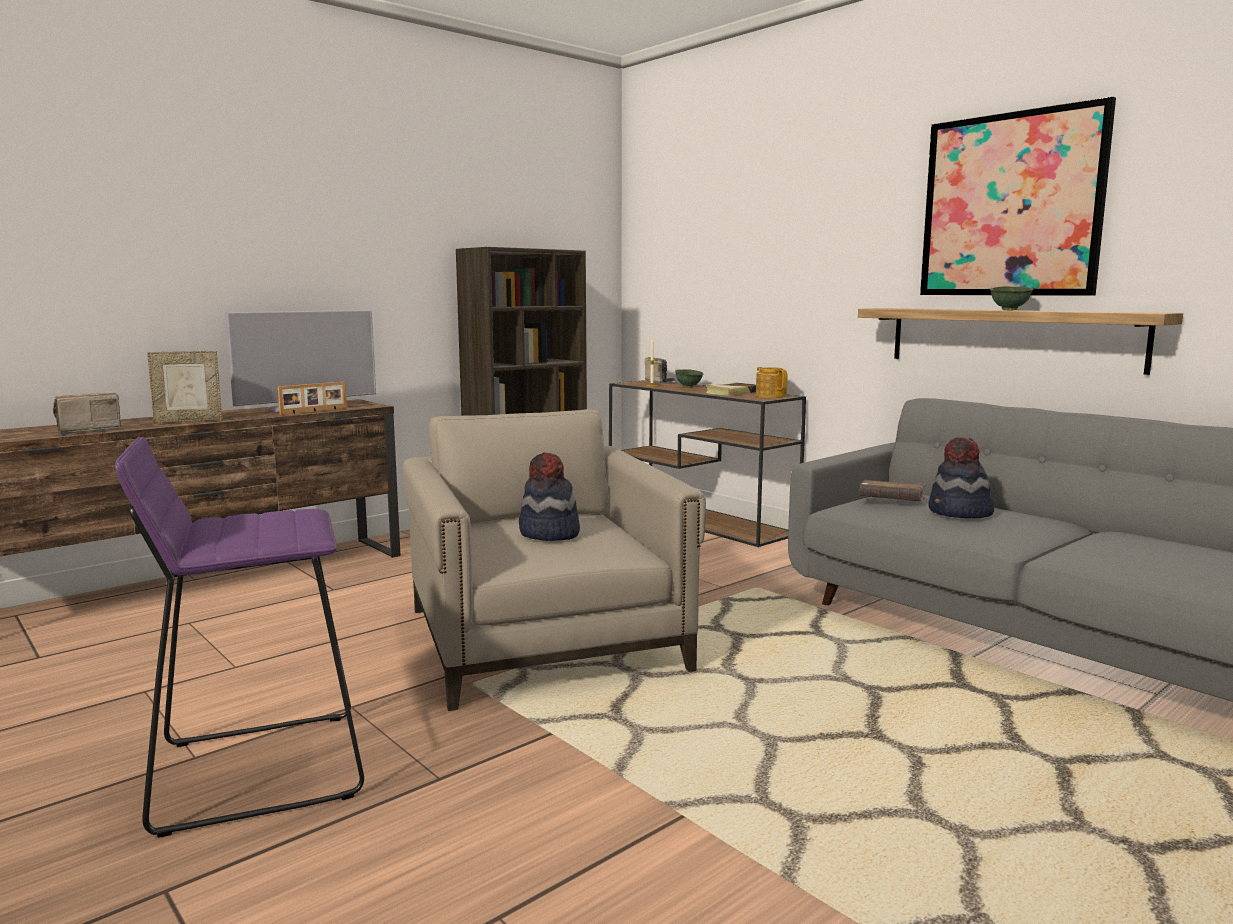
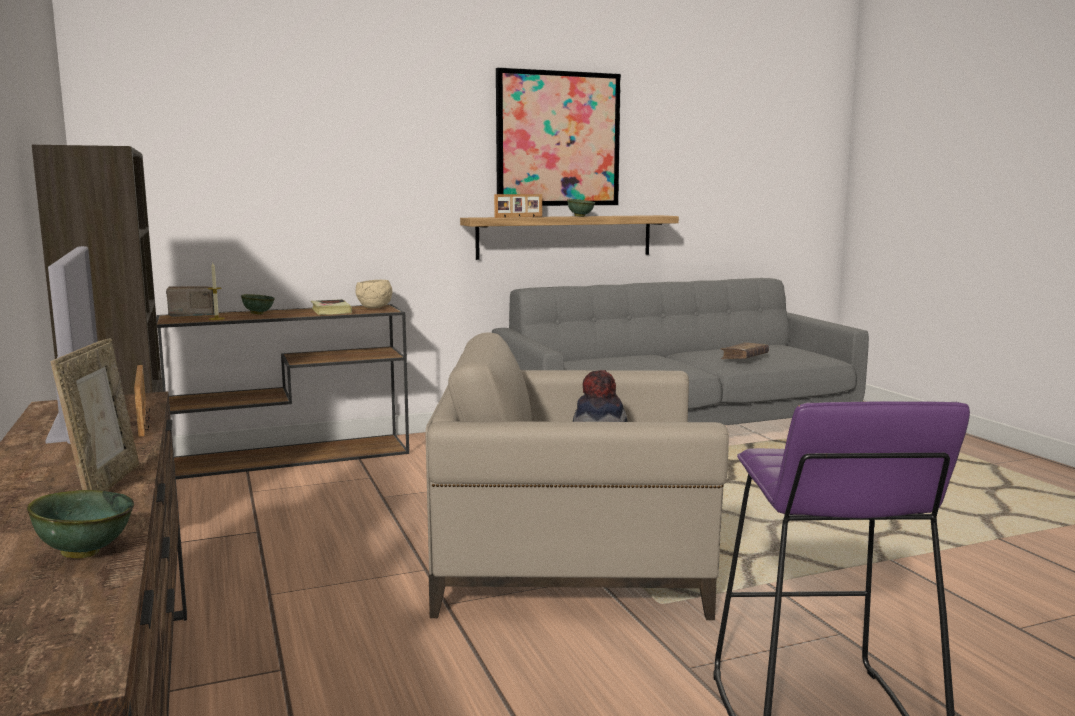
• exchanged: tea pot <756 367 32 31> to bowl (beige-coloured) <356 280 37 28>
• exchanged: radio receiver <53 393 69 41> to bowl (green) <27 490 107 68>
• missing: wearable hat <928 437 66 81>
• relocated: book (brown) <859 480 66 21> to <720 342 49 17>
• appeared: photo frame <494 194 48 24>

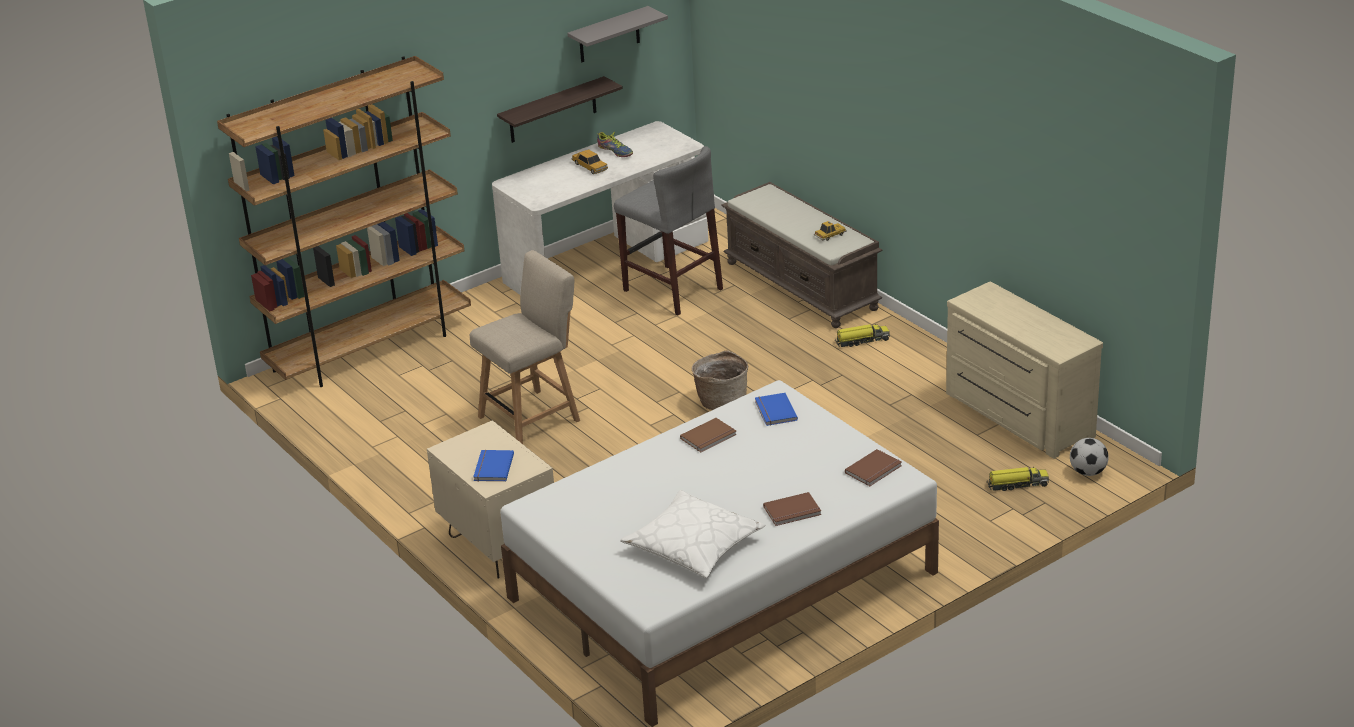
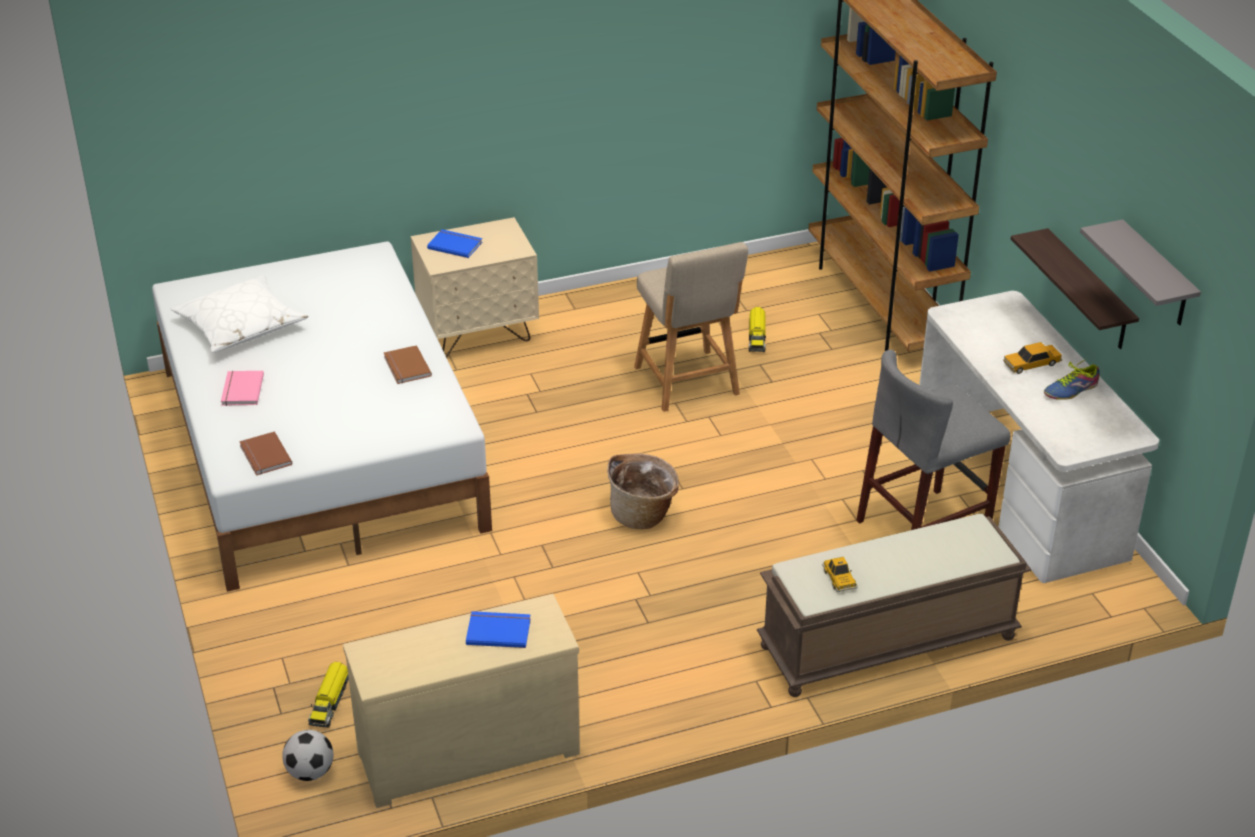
• relocated: model truck <835 324 55 23> to <748 307 18 45>
• relocated: book (bluish) <755 393 43 33> to <466 611 65 37>
• colour: book (brown) <763 492 58 34> to book (pink) <221 371 43 35>

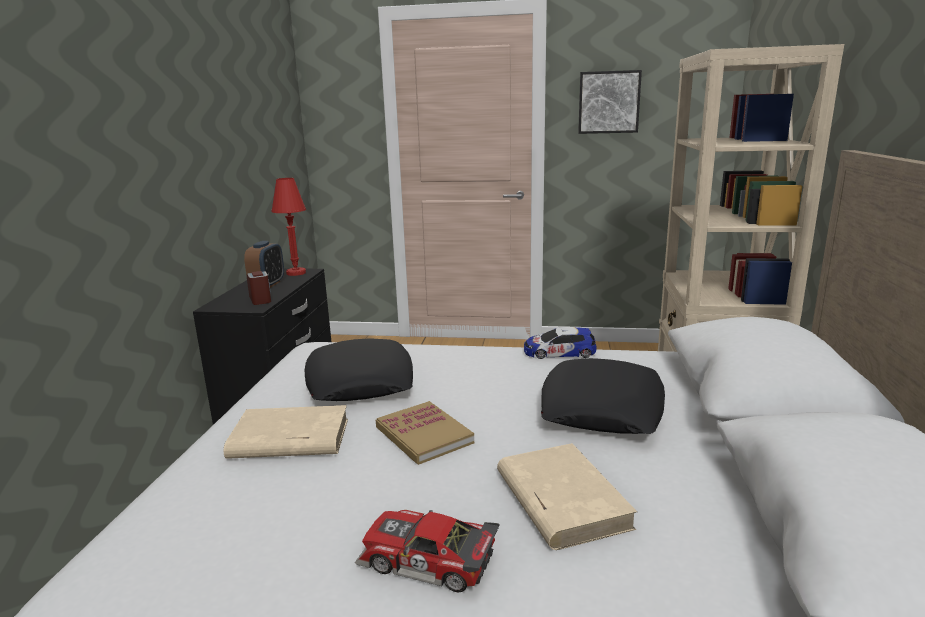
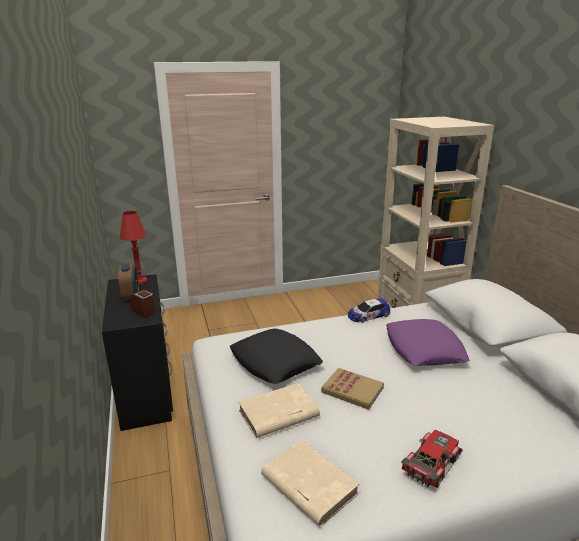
• missing: wall art <578 70 64 64>
• colour: pillow (black) <541 358 124 76> to pillow (purple-coloured) <386 319 84 47>
• relocated: book (beige-coloured) <497 443 140 107> to <261 440 98 87>
• spun: model car <355 510 144 82> = <401 430 62 58> 135 degrees clockwise

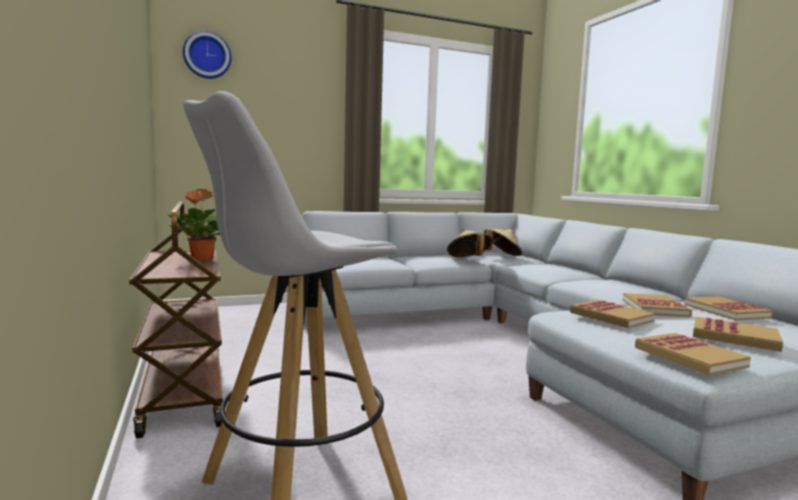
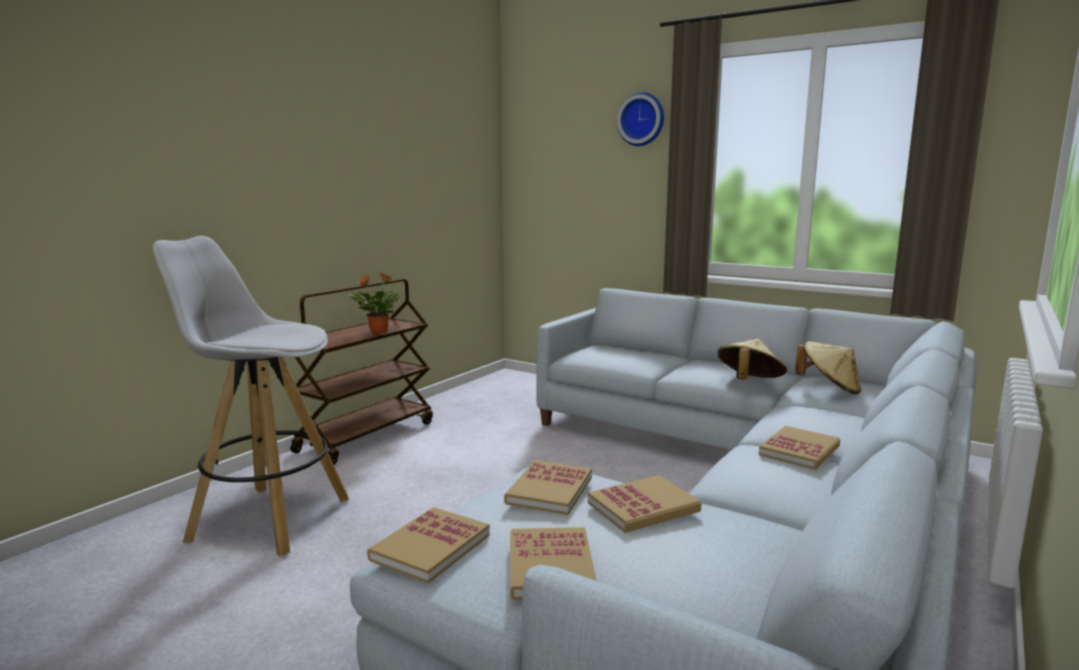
• relocated: wall clock <183 31 48 48> to <617 92 47 54>
• relocated: book <684 296 89 25> to <759 426 81 44>

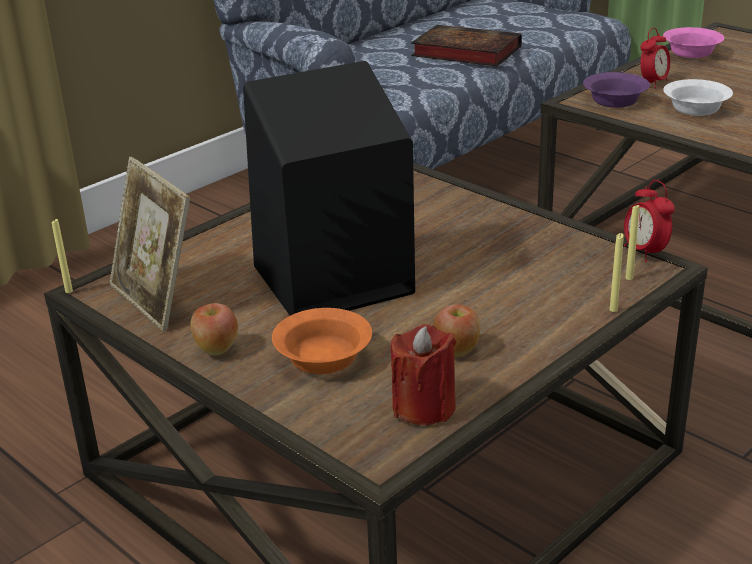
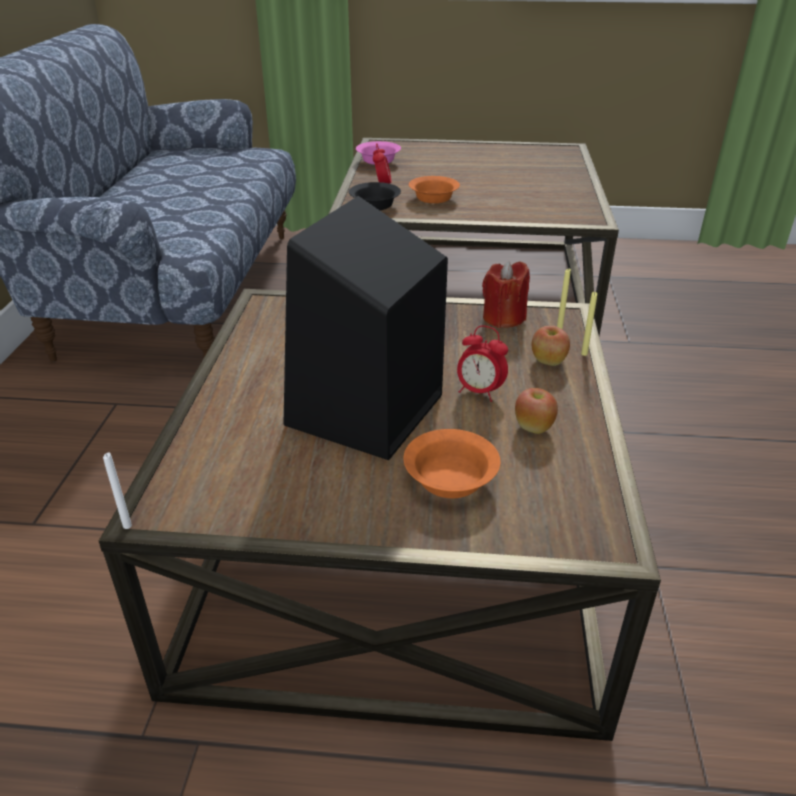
• missing: book <411 25 111 41>
• colour: bowl (purple-coloured) <583 72 67 36> to bowl (black) <349 182 52 28>
• colour: bowl (whitish) <663 79 70 37> to bowl (orange-coloured) <409 176 51 28>
• missing: photo frame <109 157 81 174>
• relocated: bedside clock <624 180 51 82> to <457 326 51 76>
• colour: wax candle (yellow) <52 219 21 74> to wax candle (whitish) <103 452 29 77>
• relocated: apple fruit <190 303 48 52> to <532 326 38 40>
• relocated: wax candle (reddish) <391 324 65 101> to <482 261 48 67>

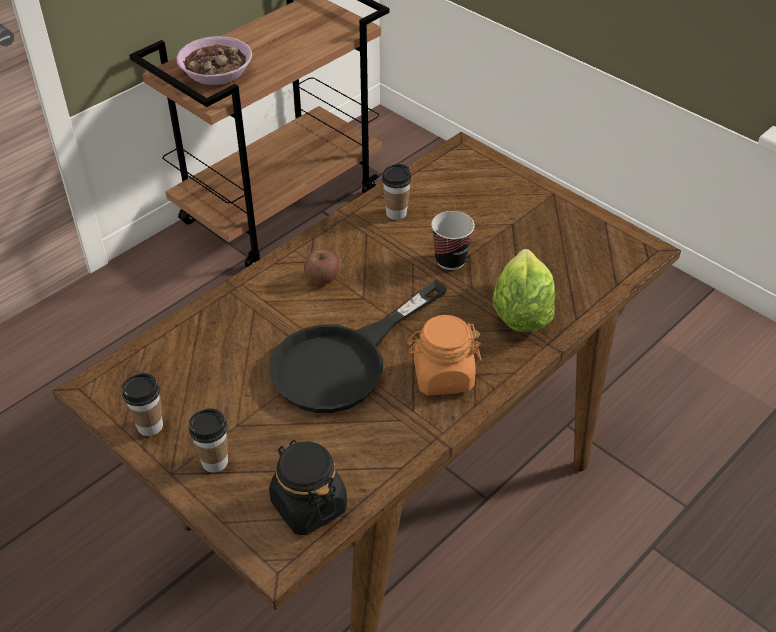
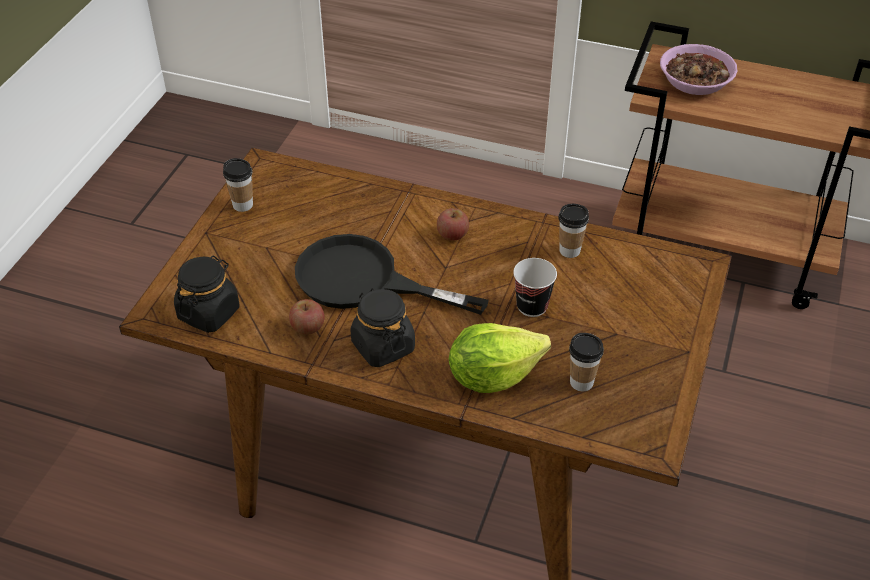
• colour: storage jar (orange-coloured) <407 315 75 80> to storage jar (black) <350 288 65 79>
• relocated: small cup <189 408 39 65> to <569 333 35 58>
• appeared: apple fruit <289 299 35 36>

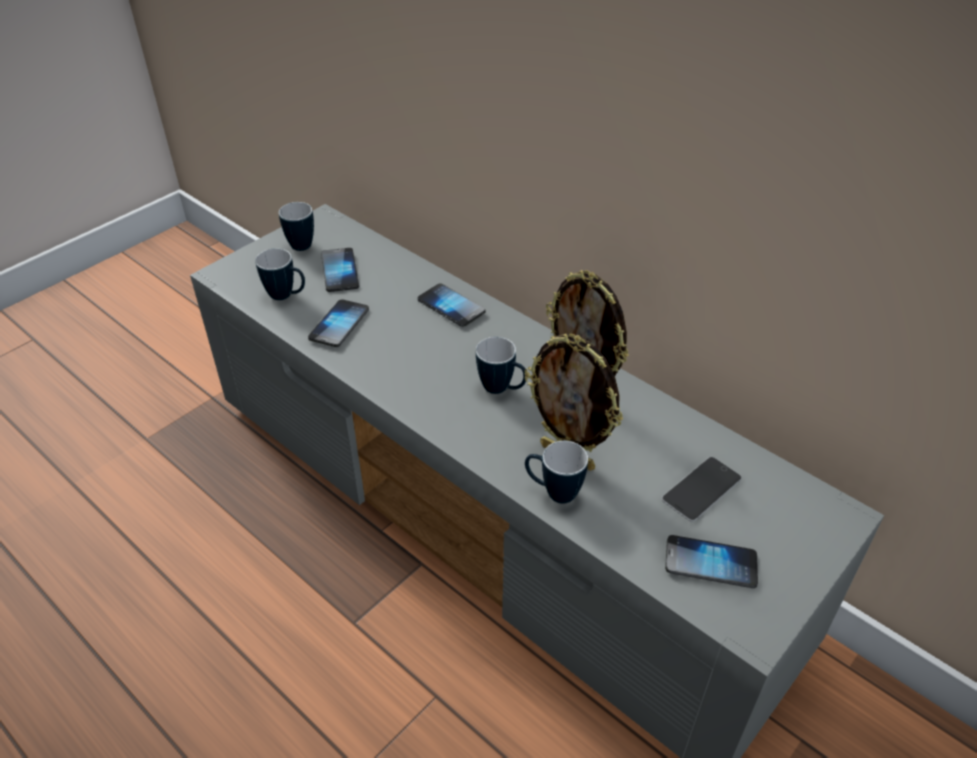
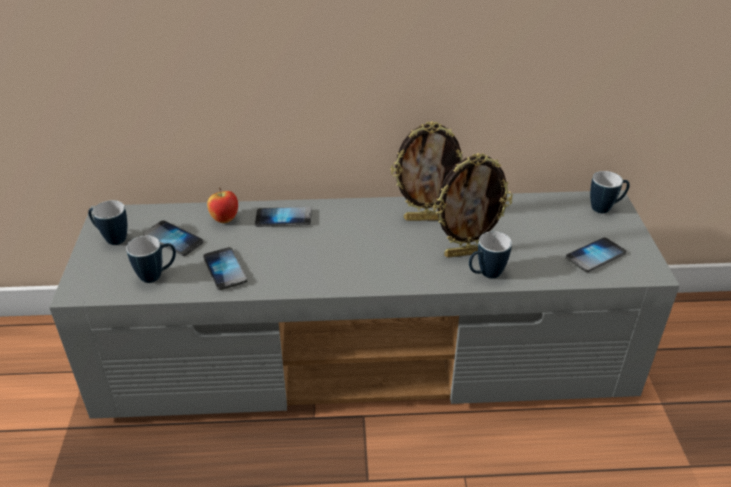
• relocated: mug <476 337 50 57> to <590 171 40 42>
• missing: handset <662 457 80 65>
• appeared: apple fruit <207 187 31 36>

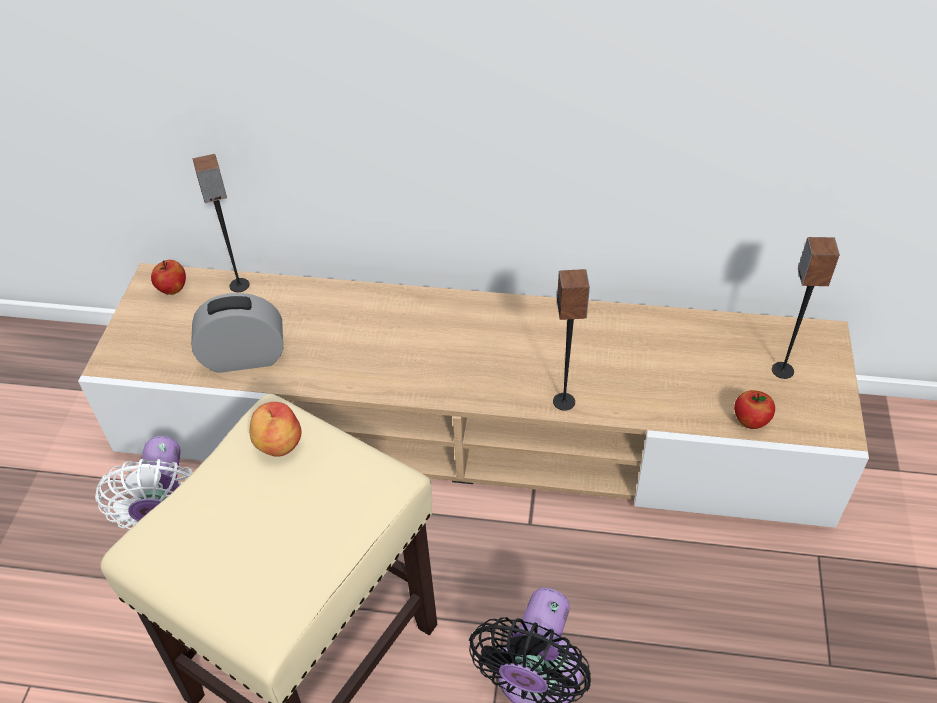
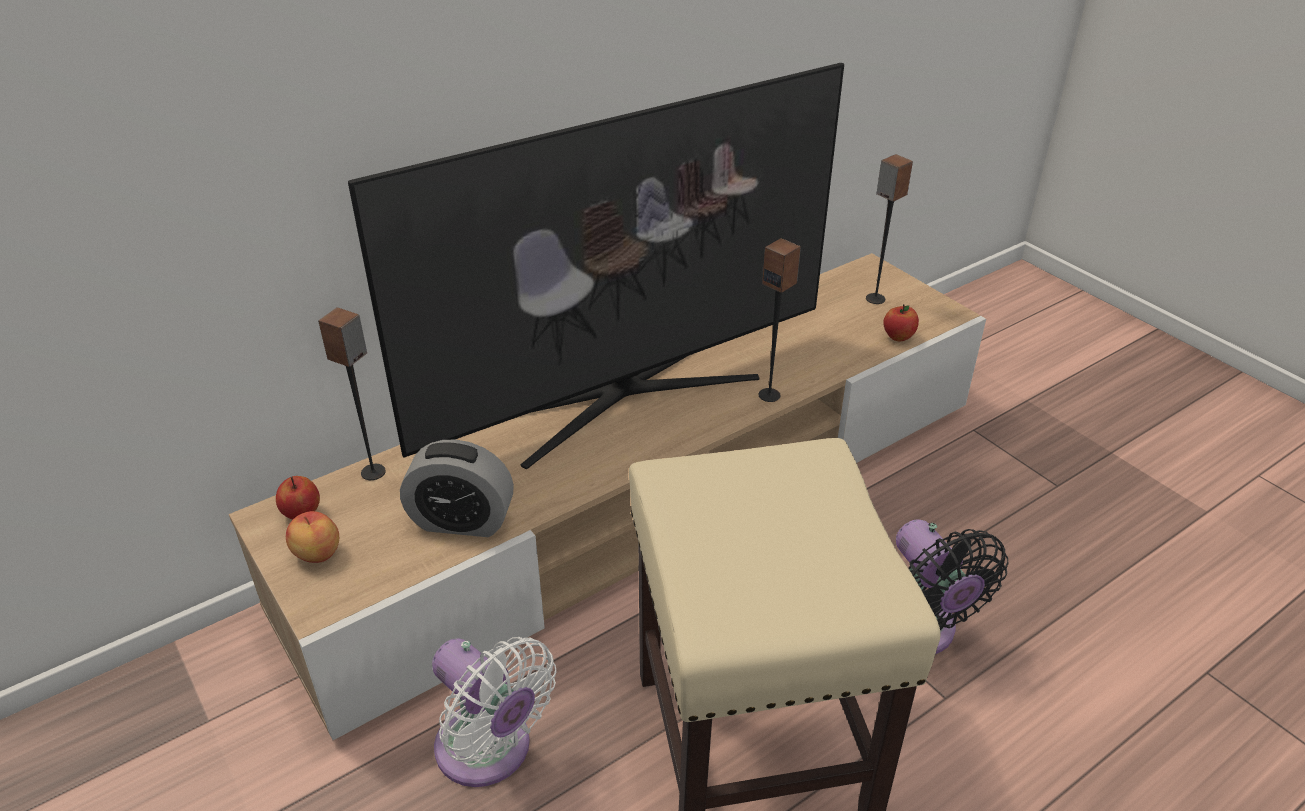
• spun: bedside clock <191 293 92 80> = <400 440 114 97> 120 degrees counterclockwise
• relocated: apple fruit <250 402 52 55> to <286 511 53 52>
• appeared: TV set <348 63 496 407>

